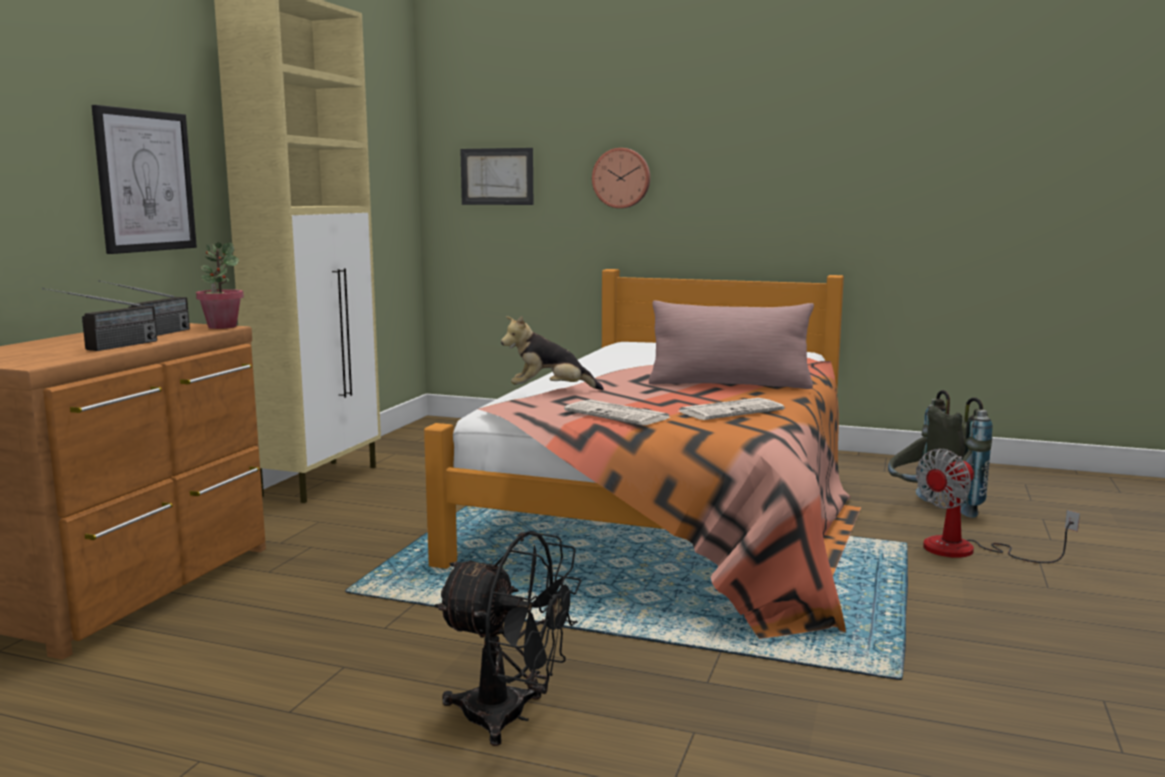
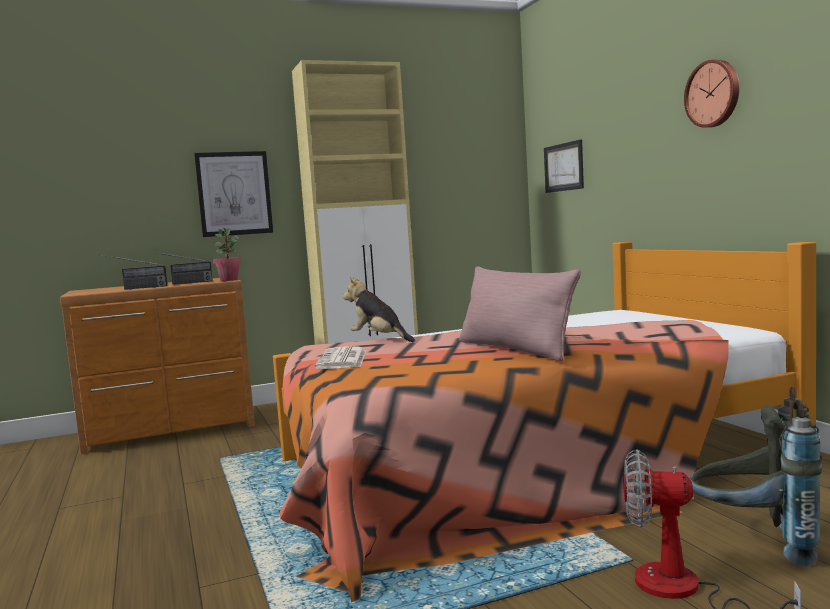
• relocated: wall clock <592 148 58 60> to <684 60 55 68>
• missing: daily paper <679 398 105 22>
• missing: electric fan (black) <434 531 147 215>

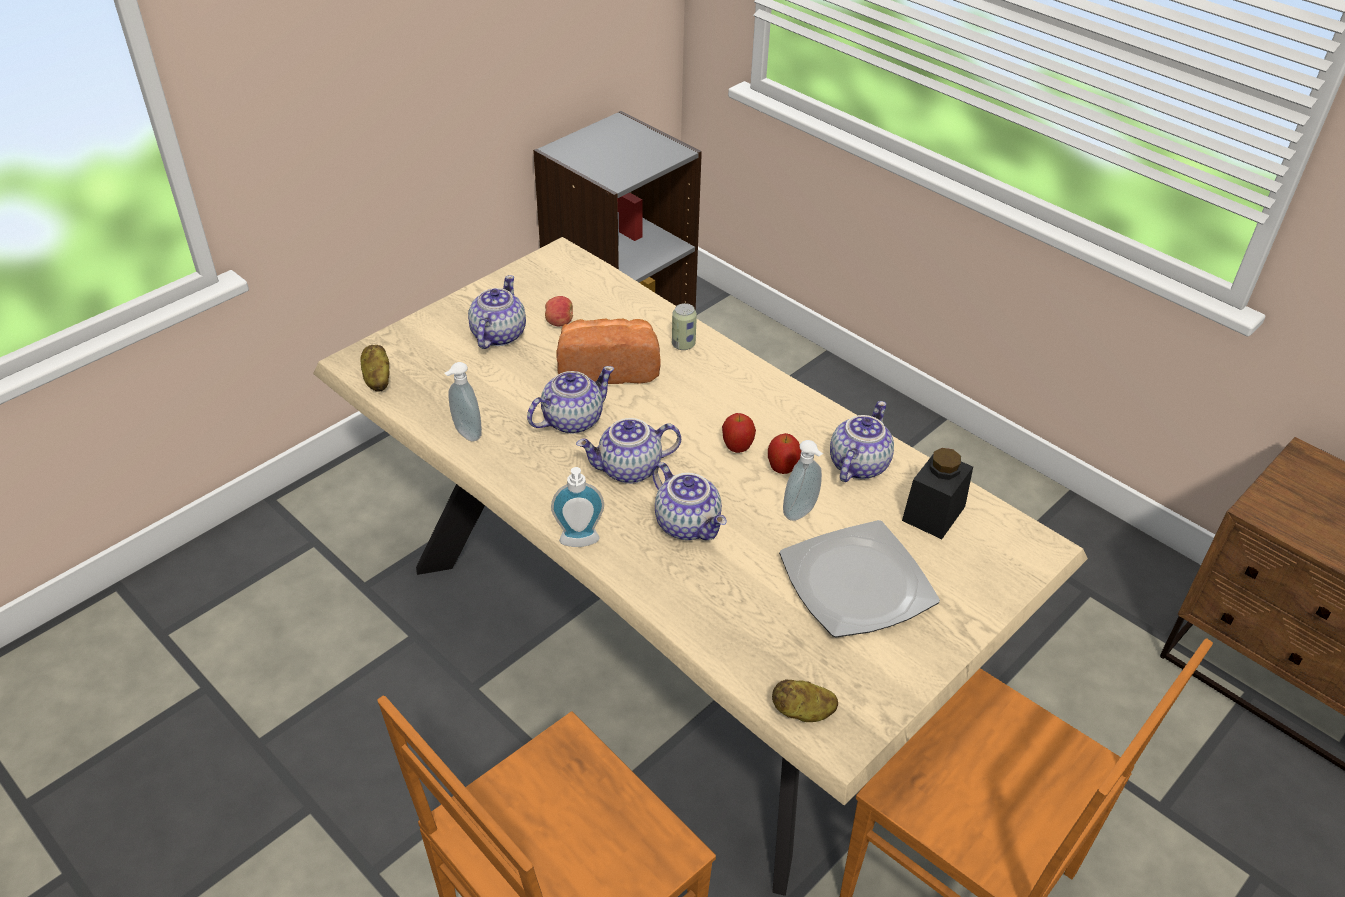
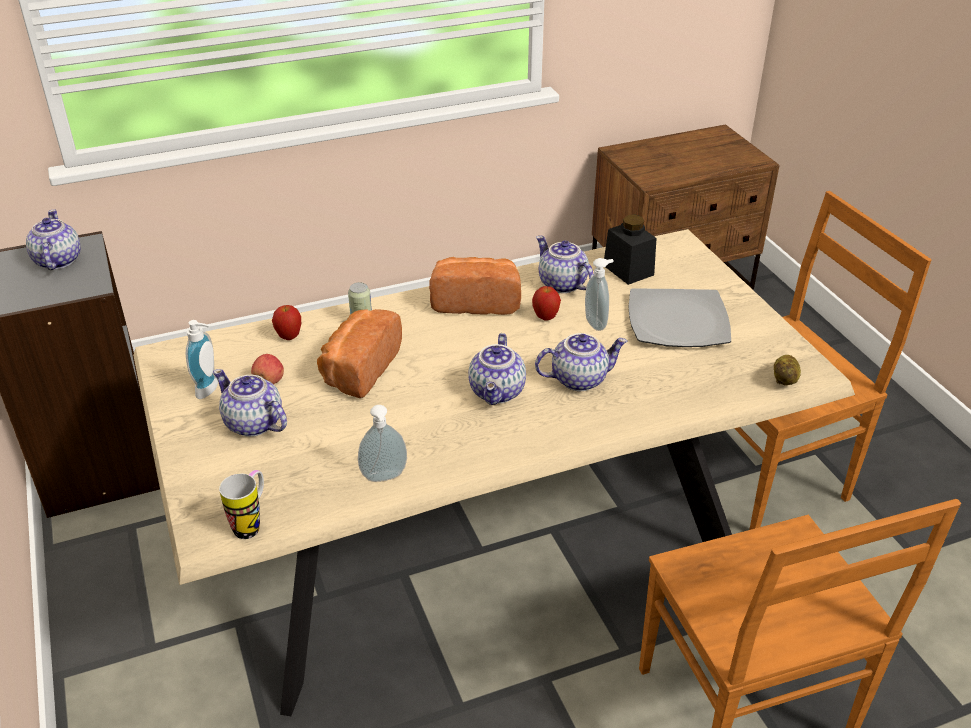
• exchanged: whole potato <360 345 30 47> to mug <219 470 45 69>
• relocated: tea pot <527 366 87 68> to <26 209 55 61>
• relocated: apple fruit <722 413 34 40> to <272 305 29 35>
• relocated: soap dispenser <551 467 53 80> to <186 320 32 79>
• appeared: bakery bread <429 257 92 58>

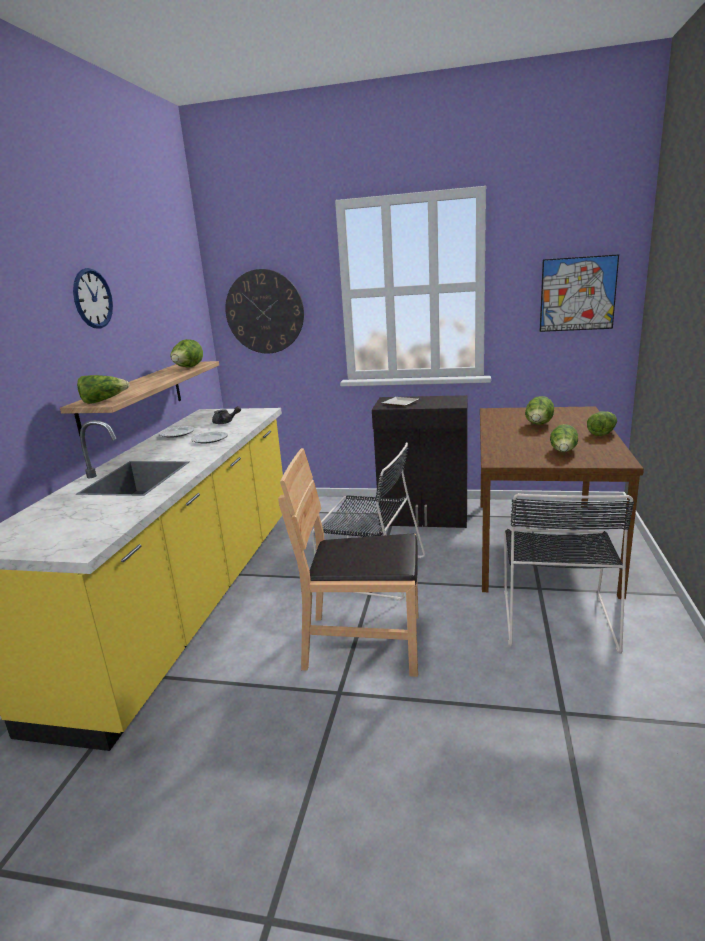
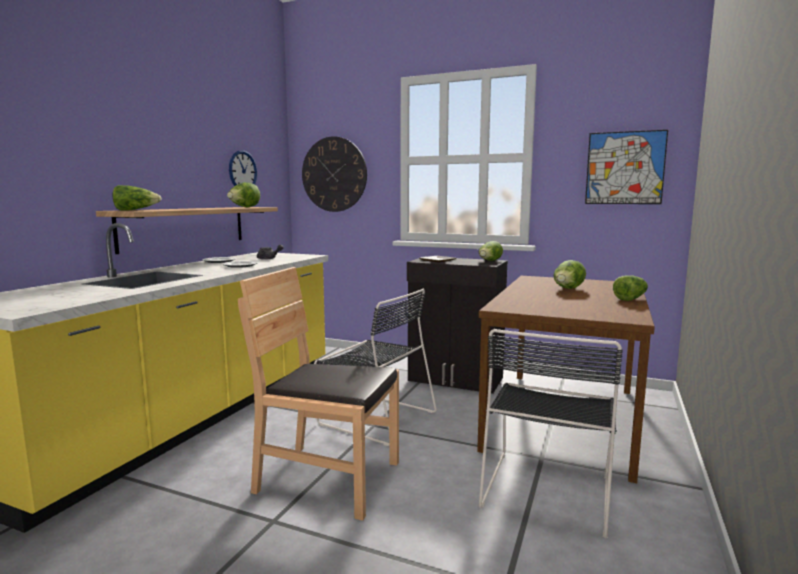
• relocated: wall clock <73 268 40 61> to <229 150 28 36>
• relocated: head of lettuce <550 424 28 28> to <479 241 24 20>

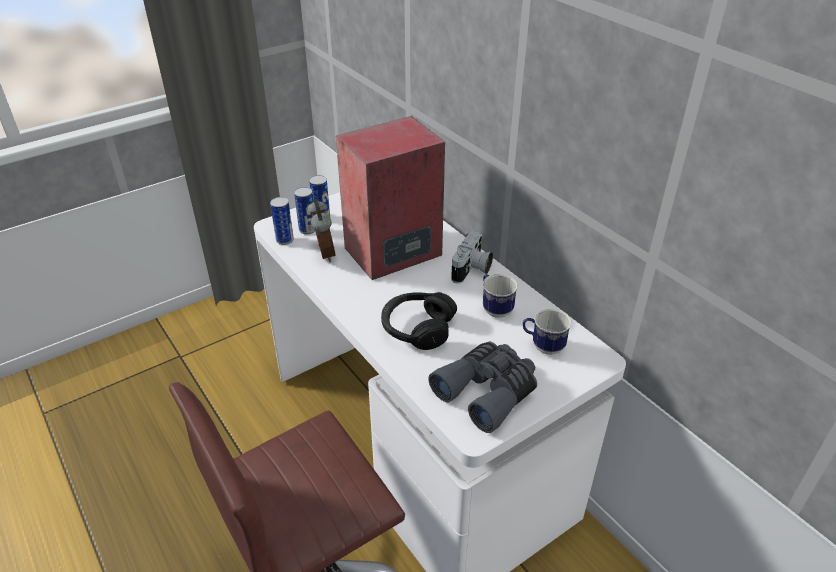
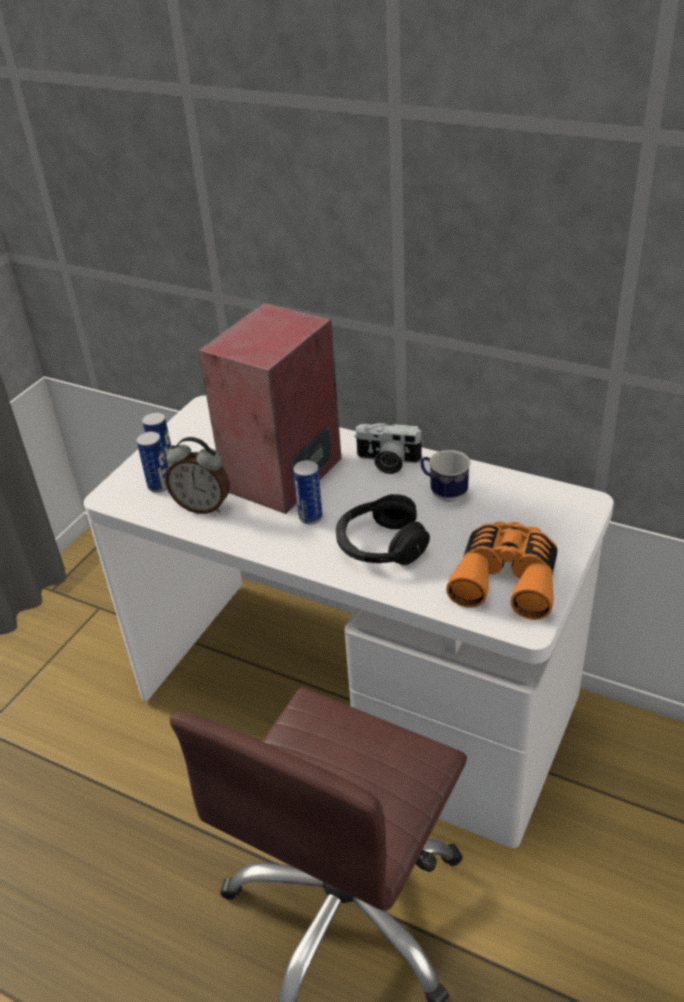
• relocated: metal can <270 197 24 48> to <293 460 30 64>
• spun: bedside clock <307 199 29 63> = <166 437 64 77> 150 degrees clockwise
• spun: still camera <451 231 42 52> = <354 423 70 51> 105 degrees clockwise
• missing: mug <523 308 48 47>
• colour: binoculars (gray) <428 342 109 91> to binoculars (orange-coloured) <446 521 112 99>

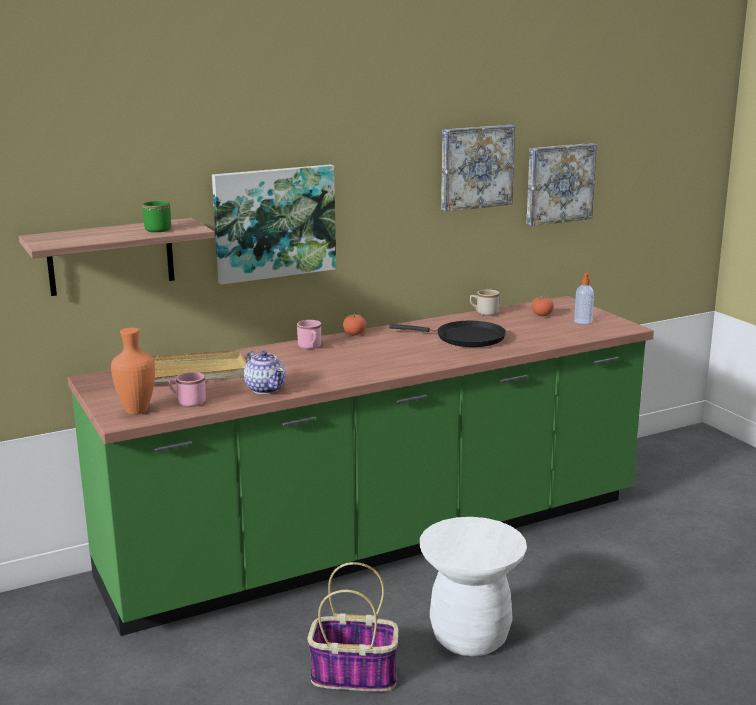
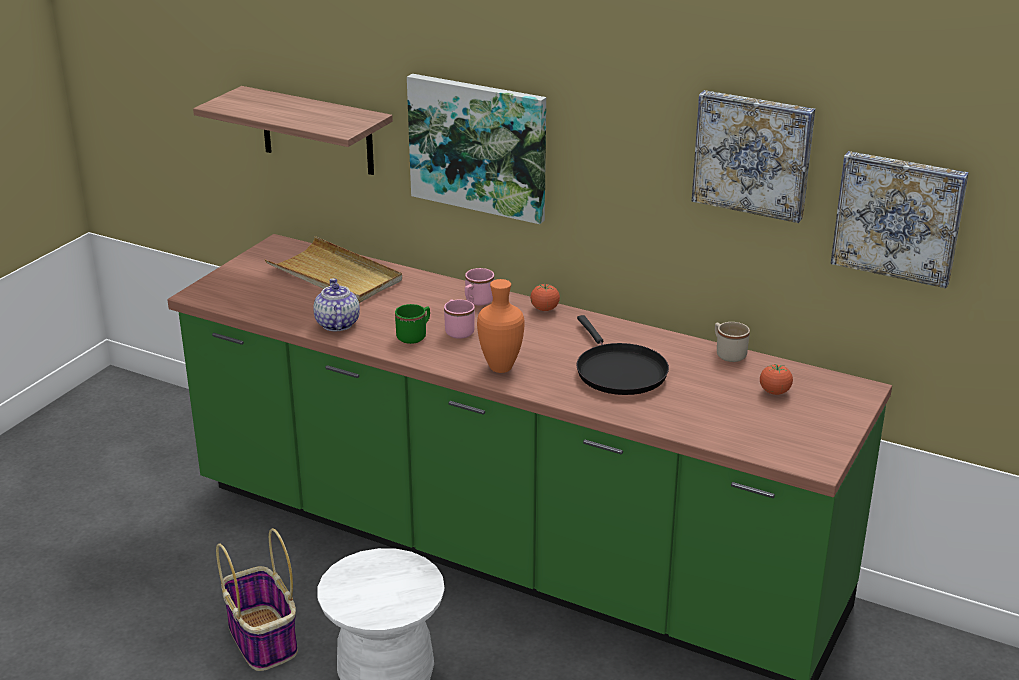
• relocated: mug (green) <142 201 29 31> to <395 304 35 40>
• missing: soap dispenser <574 271 20 53>
• relocated: flower vase (orange-coloured) <111 328 44 87> to <477 279 48 94>
• spun: tea pot <244 351 42 43> = <313 278 47 53> 150 degrees clockwise
• relocated: mug (pink) <169 372 37 35> to <444 299 31 40>

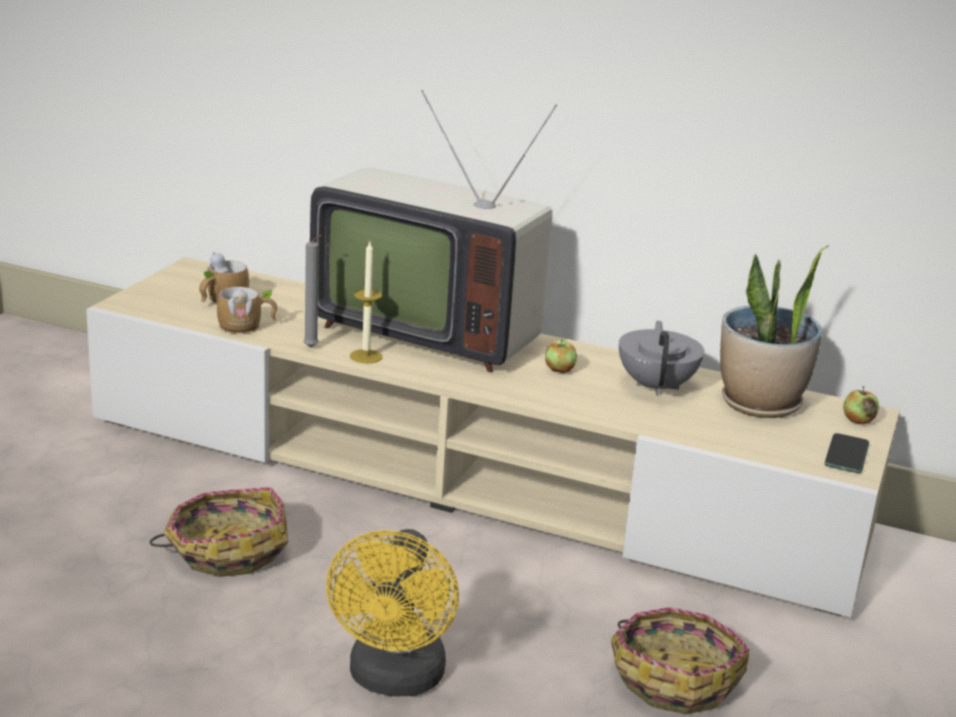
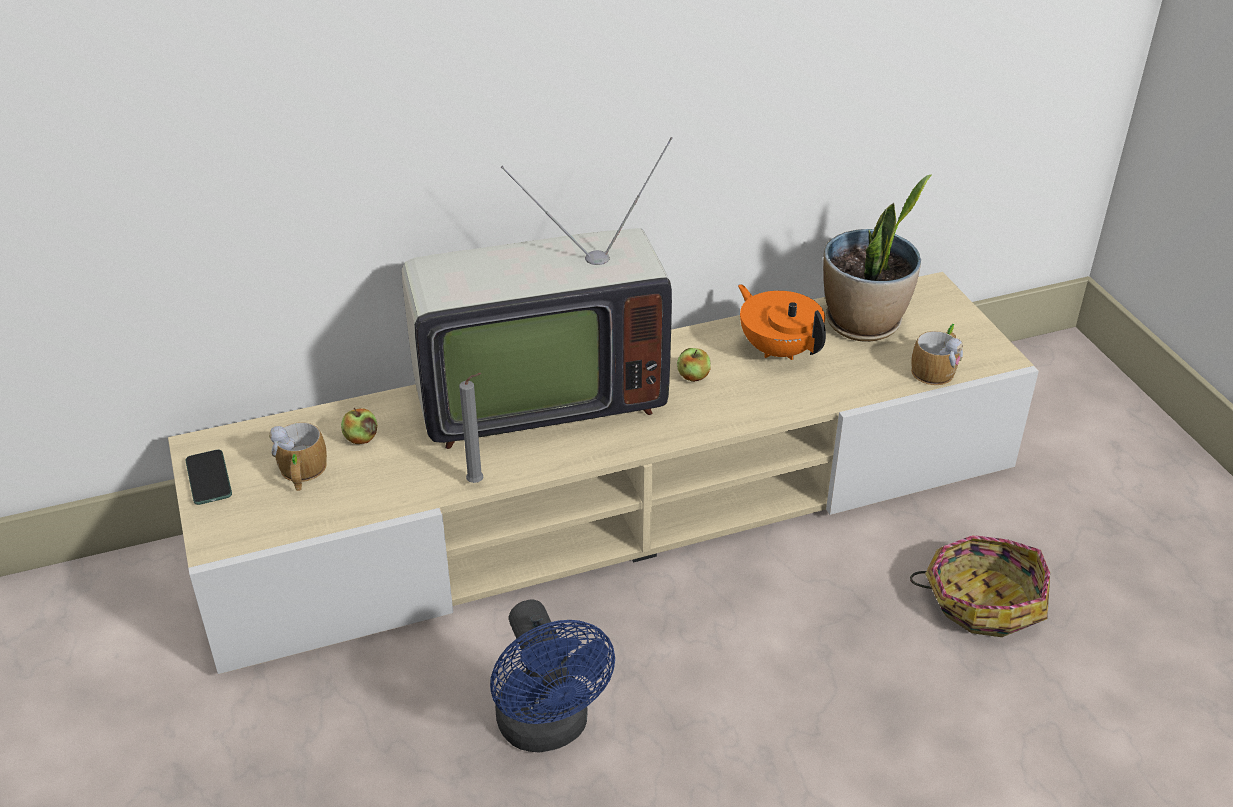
• missing: wax candle <350 242 32 121>
• relocated: mug <217 287 60 46> to <911 324 52 61>
• colour: tea pot (gray) <619 321 85 74> to tea pot (orange-coloured) <738 284 88 76>
• relocated: apple fruit <843 386 36 38> to <341 408 36 36>
• relocated: handset <825 433 44 40> to <185 450 47 55>
• exchanged: household basket <149 487 139 90> to electric fan (bluish) <490 600 125 153>
• missing: electric fan (yellow) <326 529 133 168>

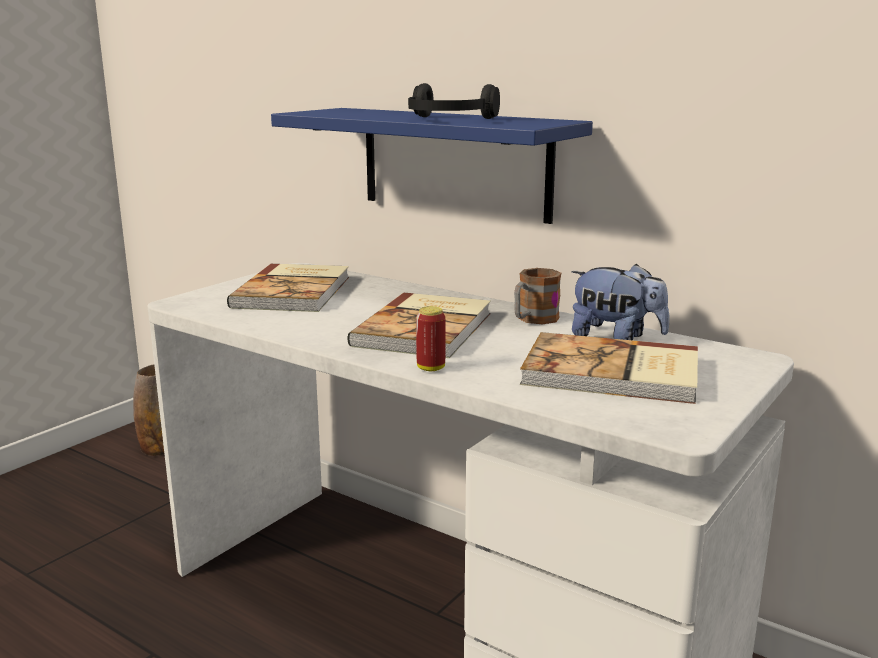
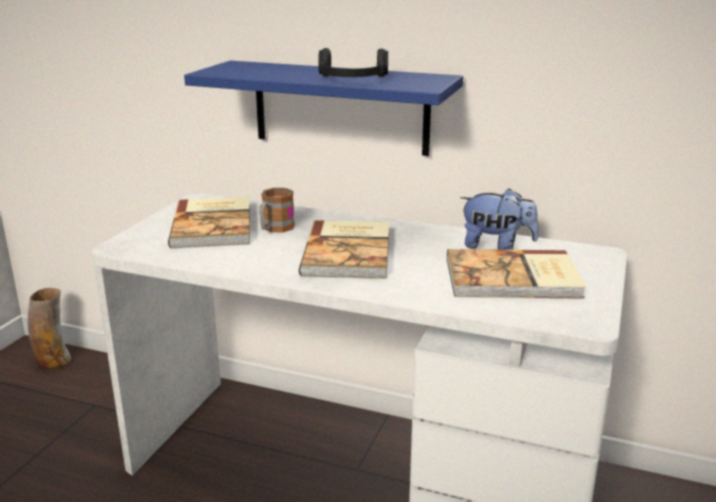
• relocated: mug <514 268 47 57> to <259 188 36 45>
• missing: metal can <416 306 30 65>

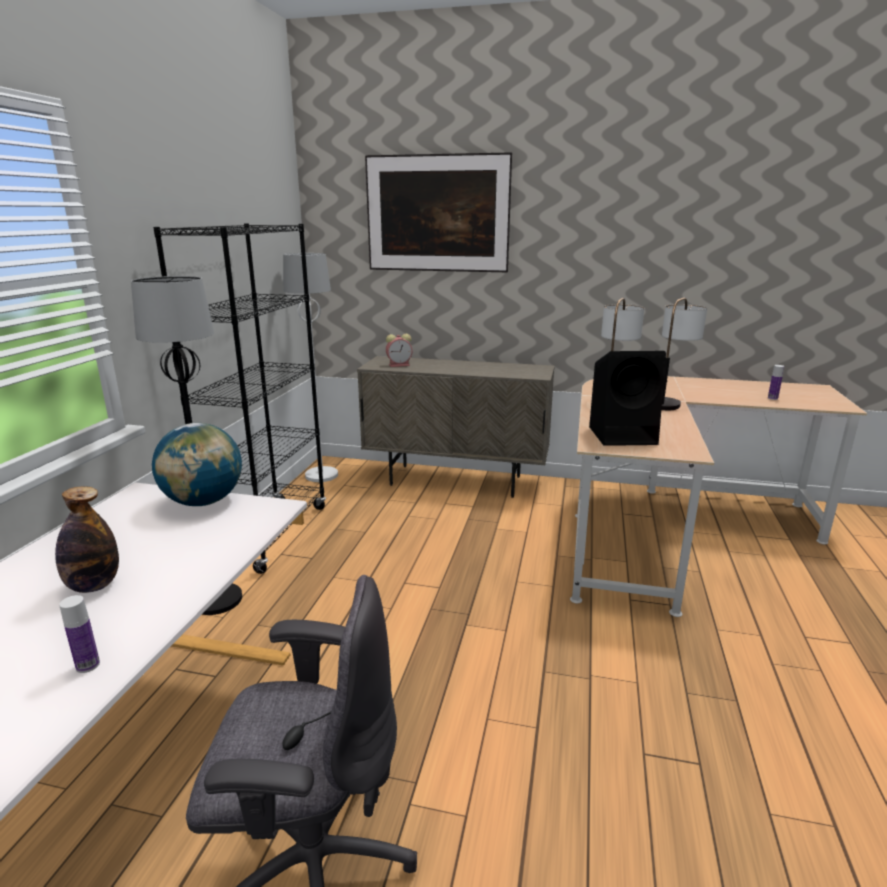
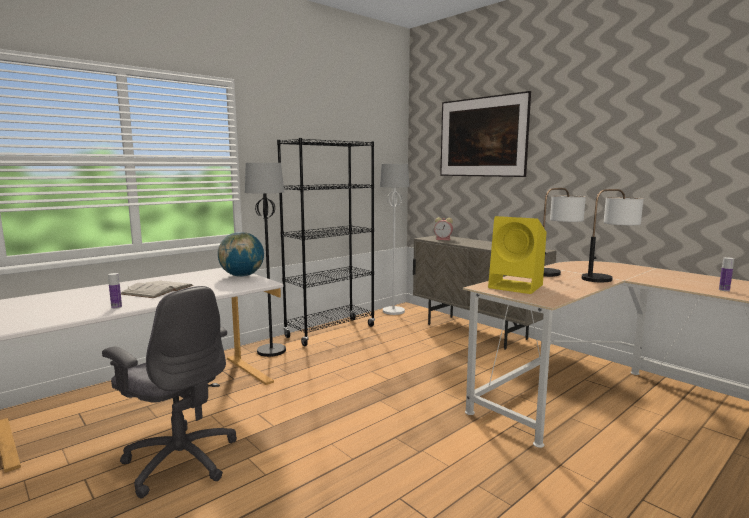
• colour: loudspeaker (black) <589 351 77 95> to loudspeaker (yellow) <488 216 59 78>
• exchanged: beverage bottle <55 486 64 107> to book (whitish) <121 281 72 17>

